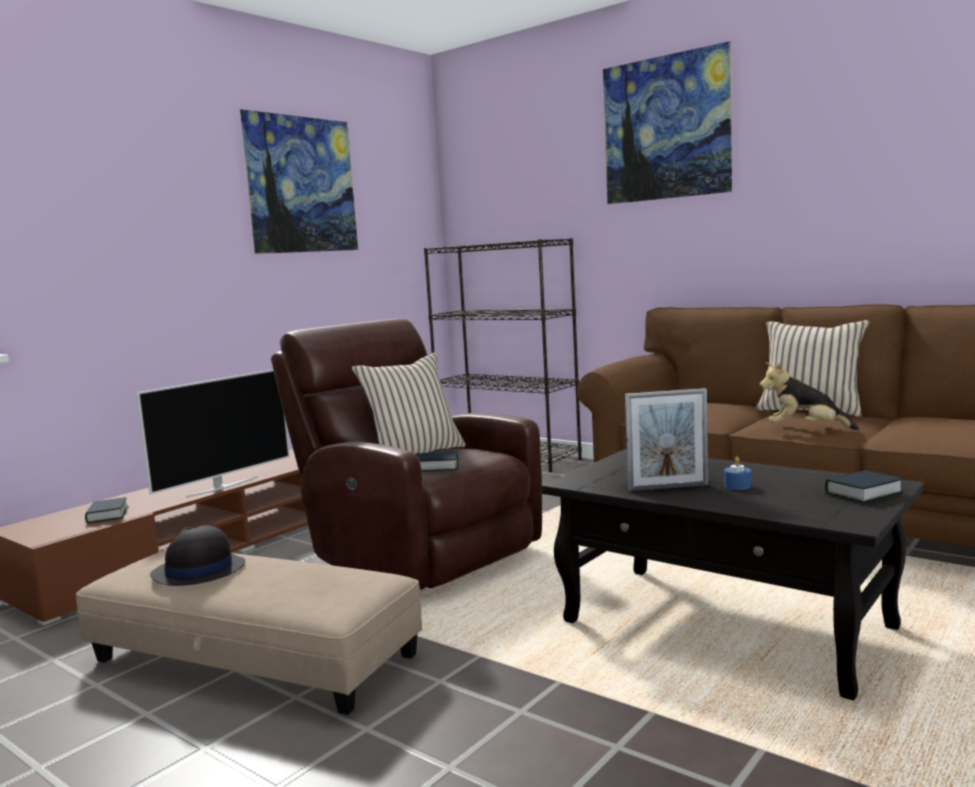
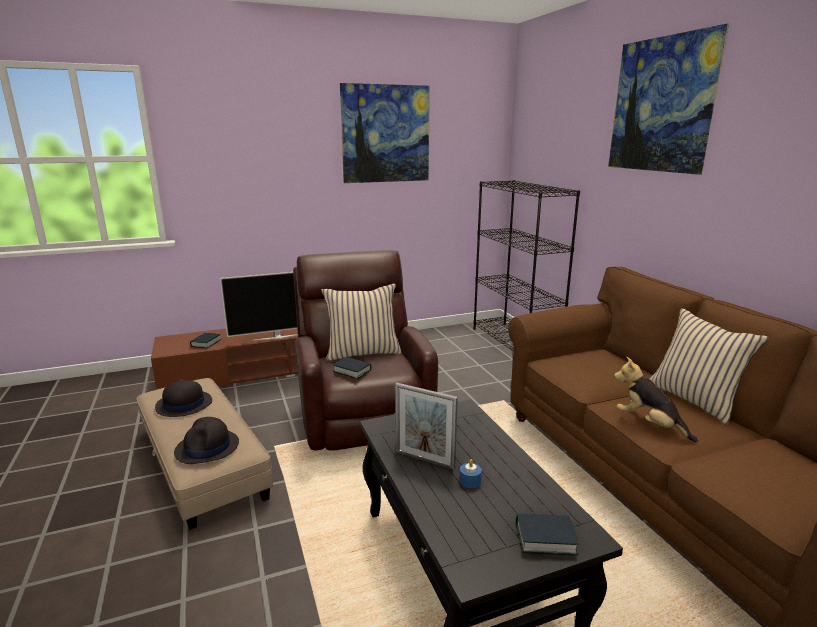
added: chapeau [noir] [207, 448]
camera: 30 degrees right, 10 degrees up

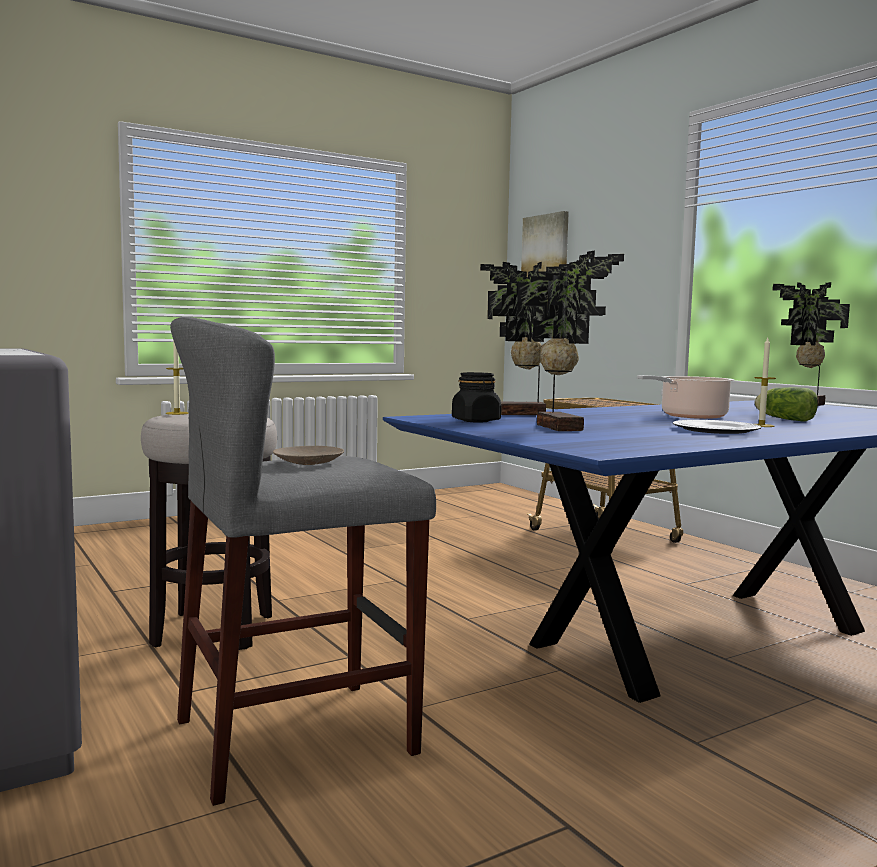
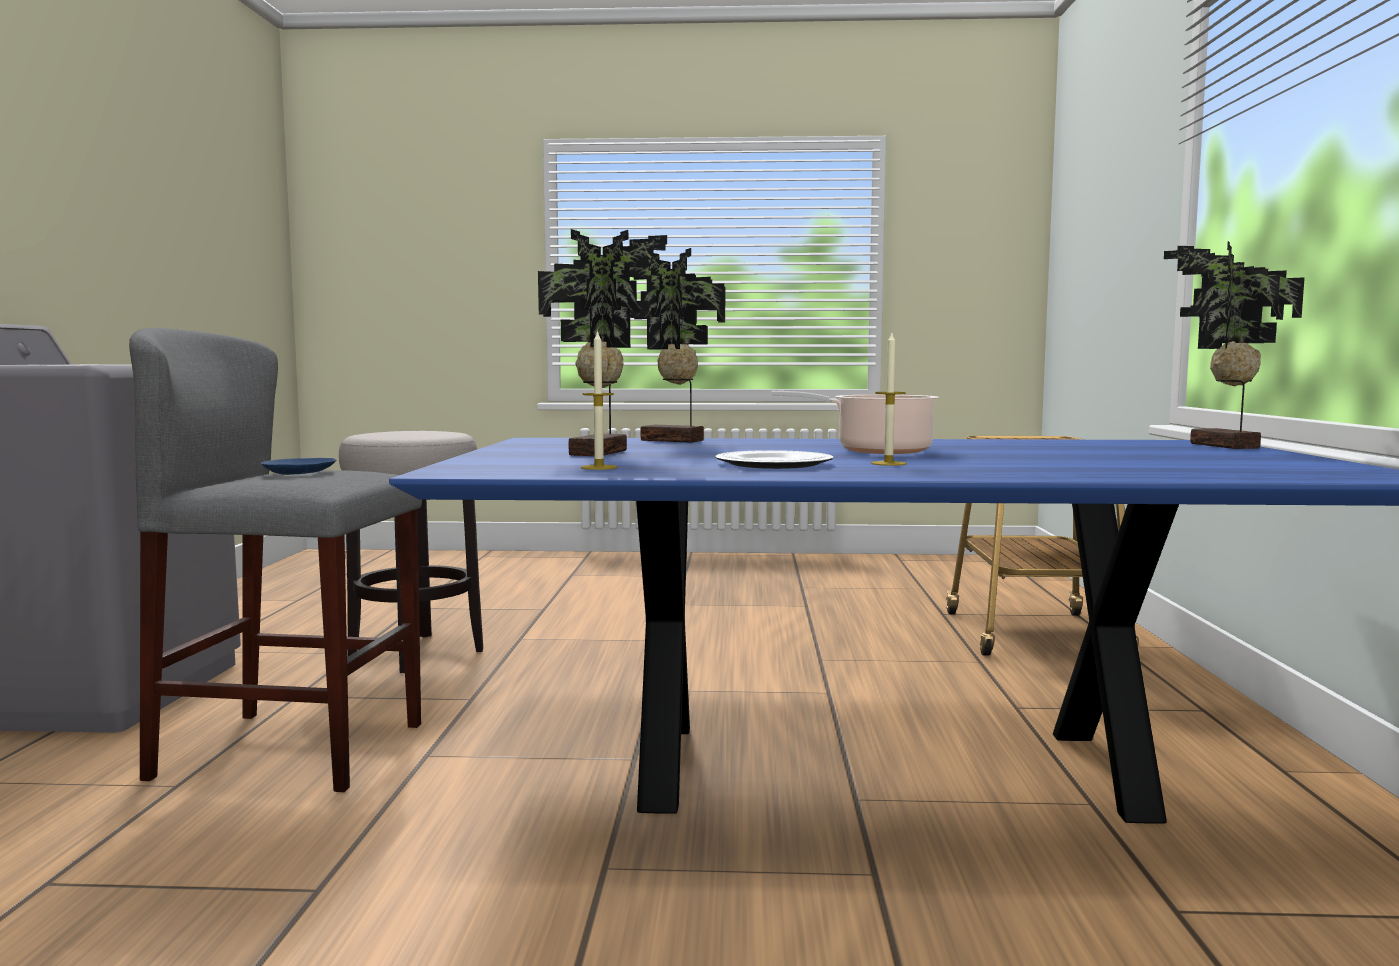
removed: tableau [546, 247]; bocal [noir] [476, 421]; laitue [783, 419]
moved: bougie [177, 413] to [599, 467]
recoloured: assiette [beige] [309, 462] to assiette [bleu] [299, 473]
camera: 35 degrees right, 0 degrees up

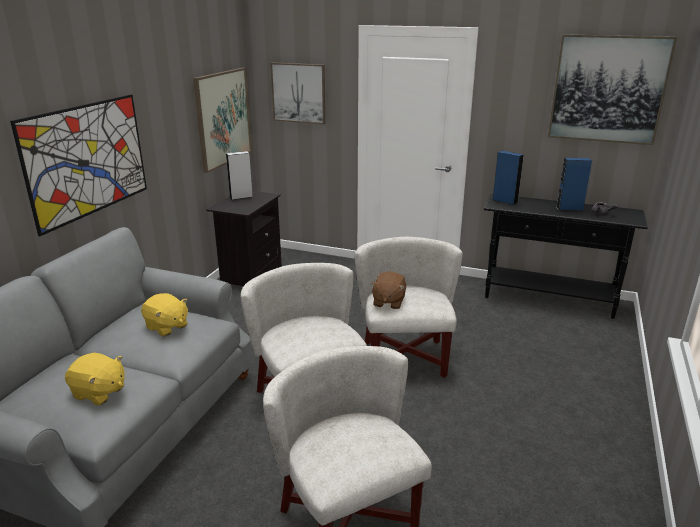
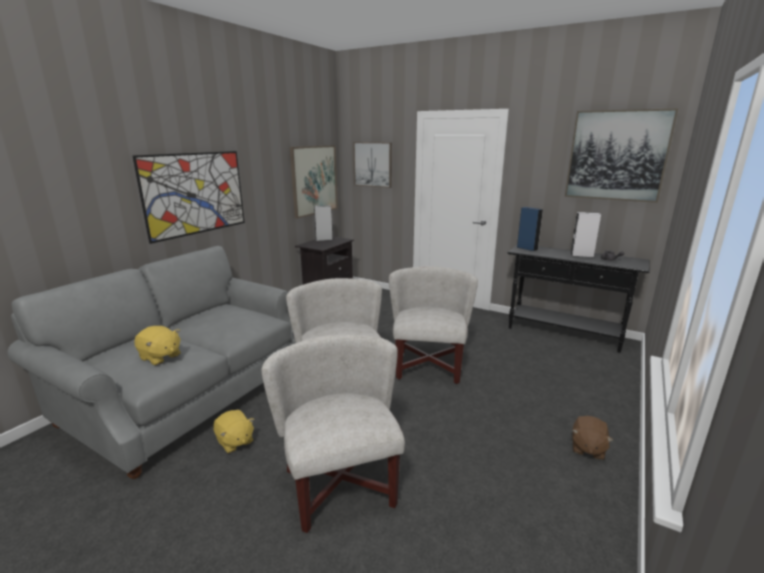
moved: peluche [marron] [388, 302] to [587, 448]; peluche [jaune] [167, 327] to [235, 441]
recoloured: enceinte [bleu] [569, 208] to enceinte [blanc] [581, 255]
camera: 10 degrees right, 5 degrees down

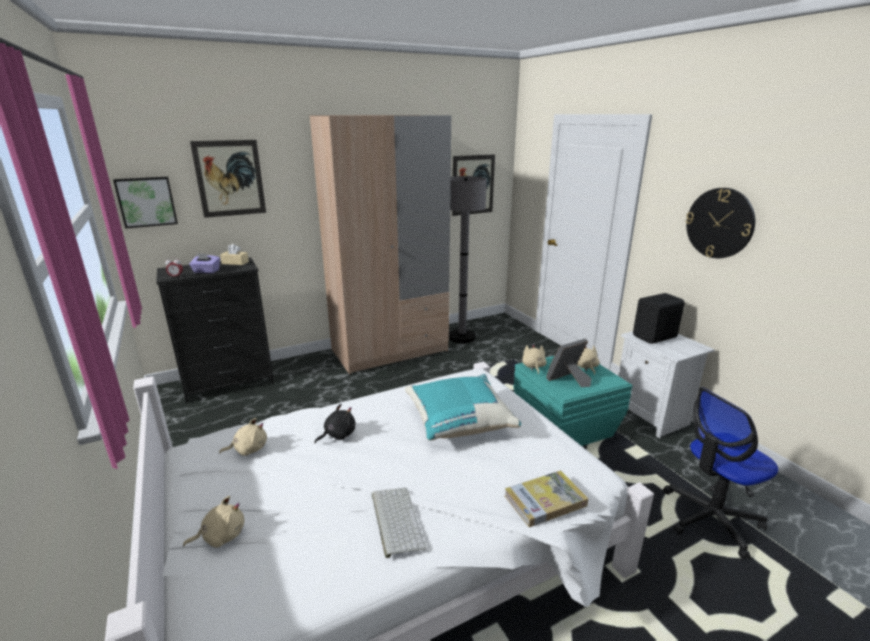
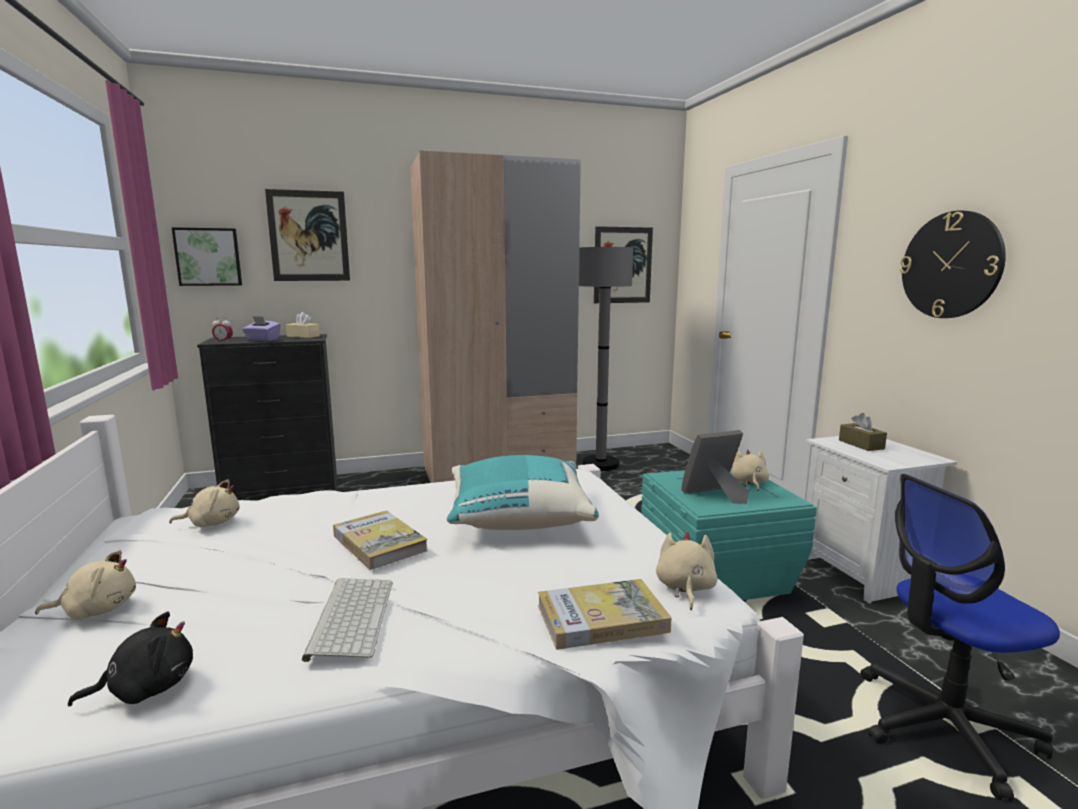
added: livre [379, 543]
moved: peluche [beige] [533, 367] to [685, 588]; peluche [noir] [338, 435] to [146, 688]
replaced: enceinte [noir] [655, 337] to boîte à mouchoirs [marron] [861, 444]
camera: 10 degrees right, 10 degrees down

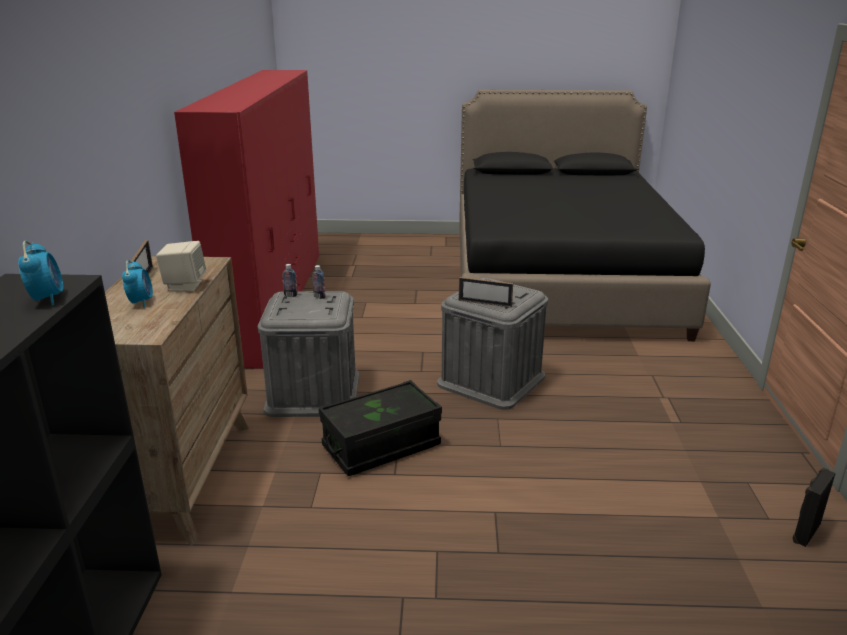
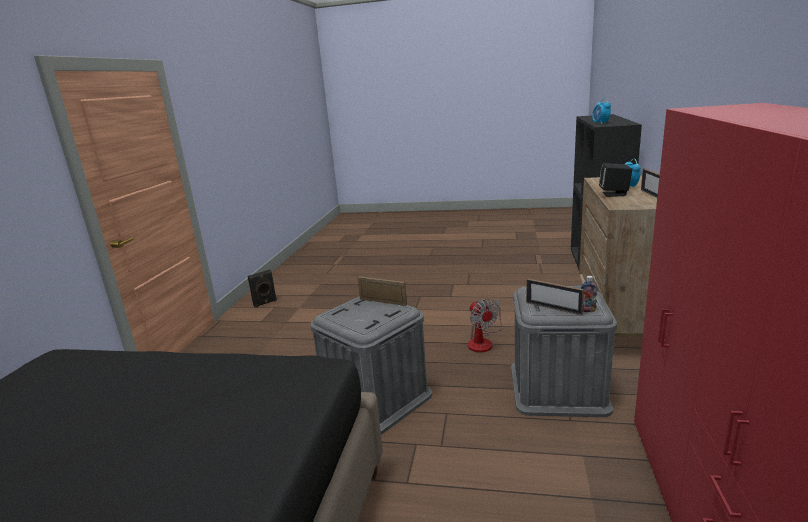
replaced: bouteille [319, 297] to cadre photo [553, 308]; boîte de rangement [noir] [381, 446] to ventilateur [483, 341]
recoloured: enceinte [beige] [185, 286] to enceinte [noir] [614, 194]
camera: 170 degrees left, 5 degrees down

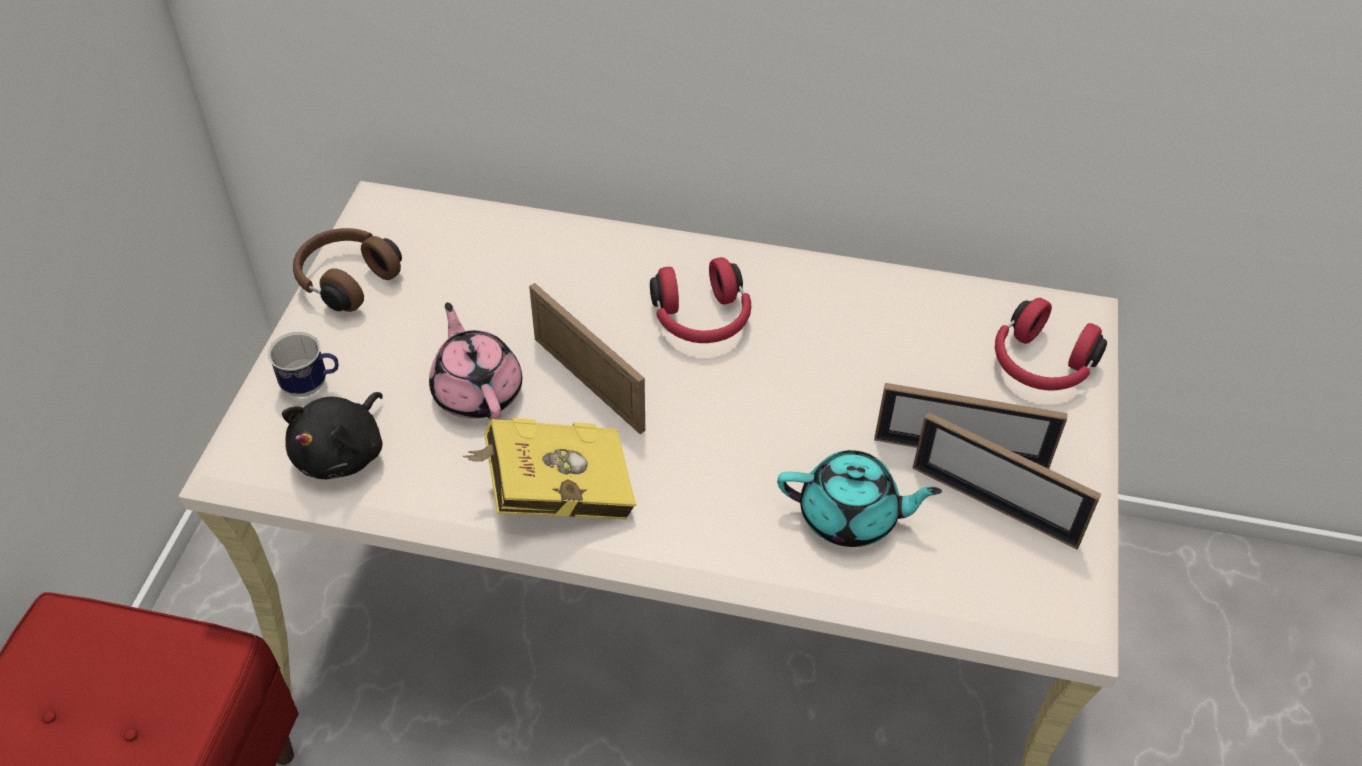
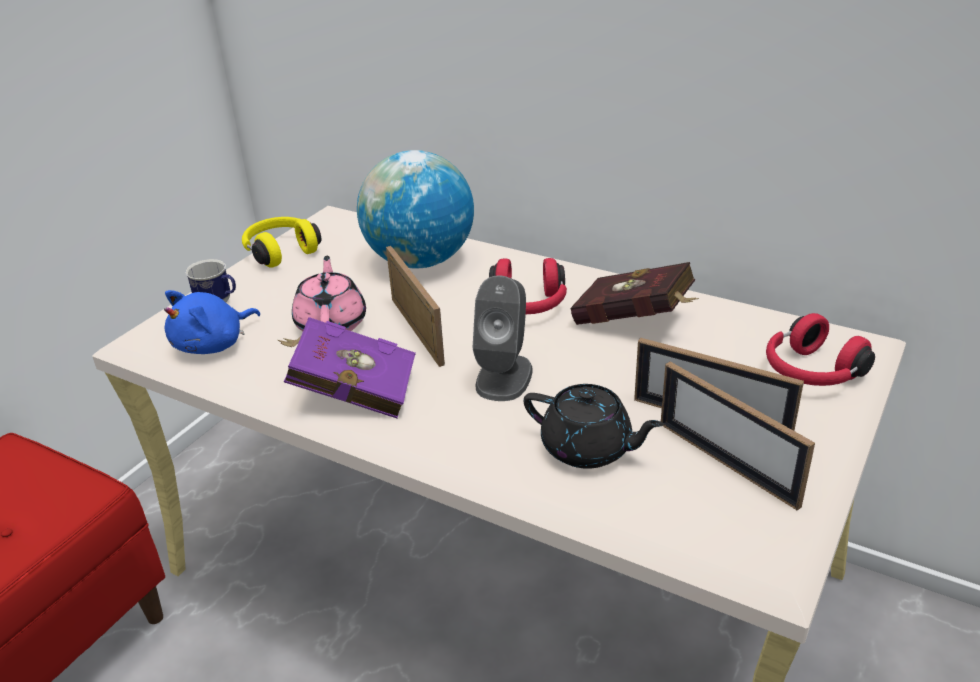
added: globe [420, 261]; livre [rouge] [635, 322]; enceinte [gris] [504, 377]
recoloured: casque audio [marron] [346, 280] to casque audio [jaune] [281, 251]; peluche [noir] [343, 453] to peluche [bleu] [213, 344]; livre [jaune] [554, 493] to livre [violet] [350, 392]; théière [turquoise] [850, 516] to théière [noir] [588, 448]
camera: 20 degrees right, 15 degrees down

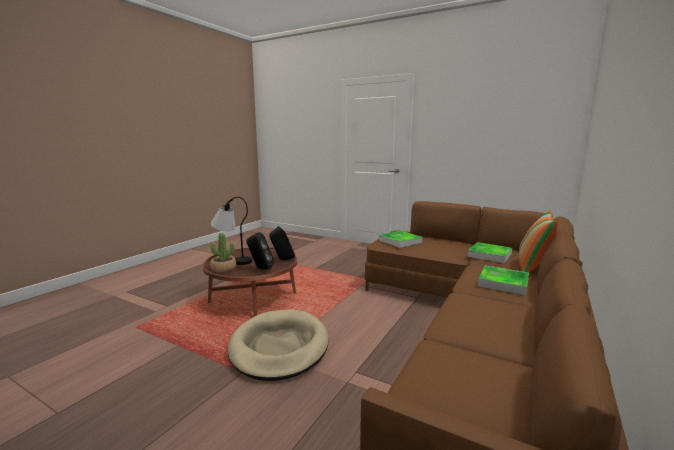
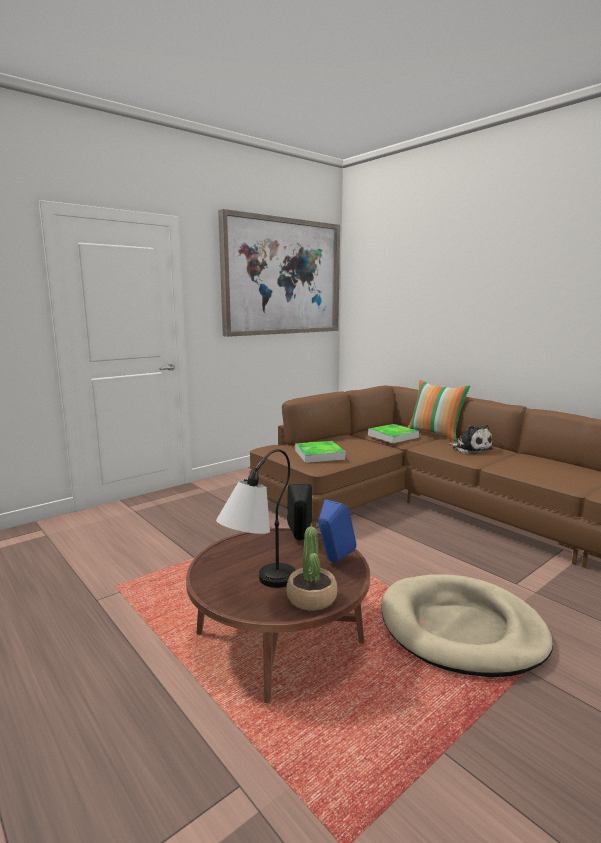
added: tableau [282, 277]
replaced: plateau [503, 283] to peluche [470, 449]
recoloured: enceinte [noir] [260, 268] to enceinte [bleu] [334, 562]
camera: 70 degrees left, 0 degrees up

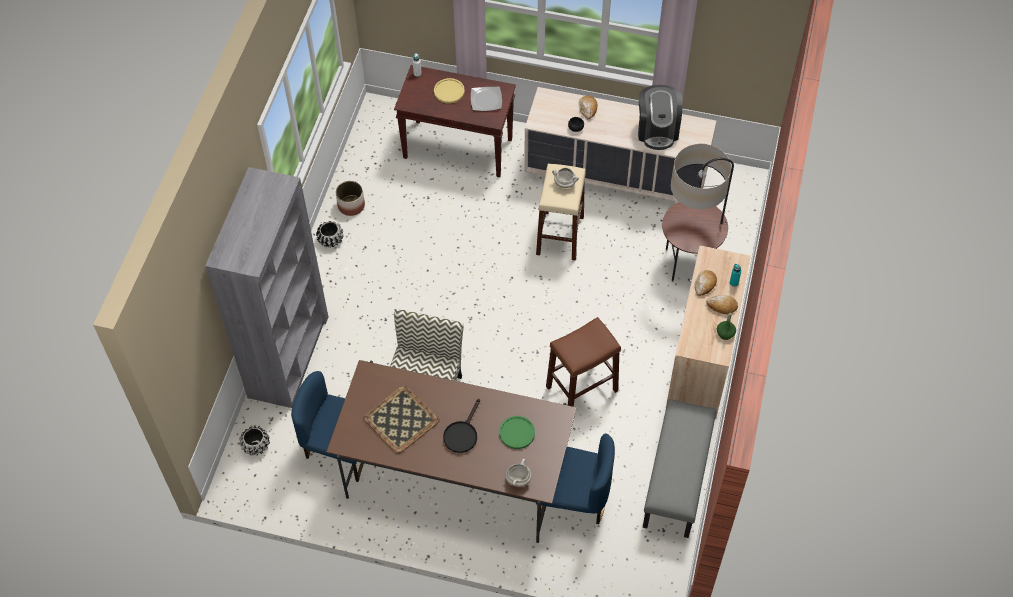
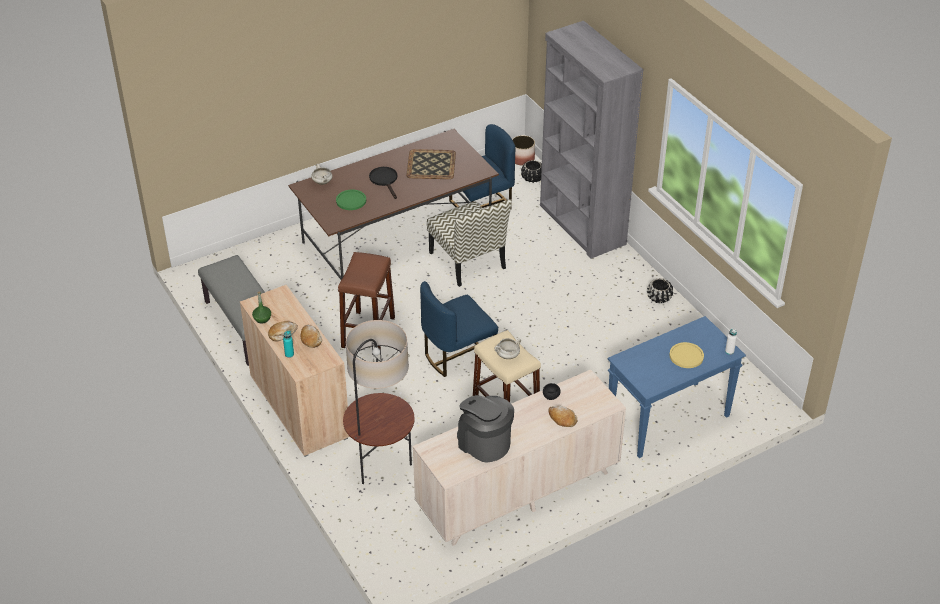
removed: assiette [486, 100]
moved: cache-pot [351, 205] to [522, 159]; chaise [bleu] [573, 500] to [457, 355]
recoloured: table console [marron] [459, 148] to table console [bleu] [667, 420]
camera: 135 degrees right, 15 degrees down

